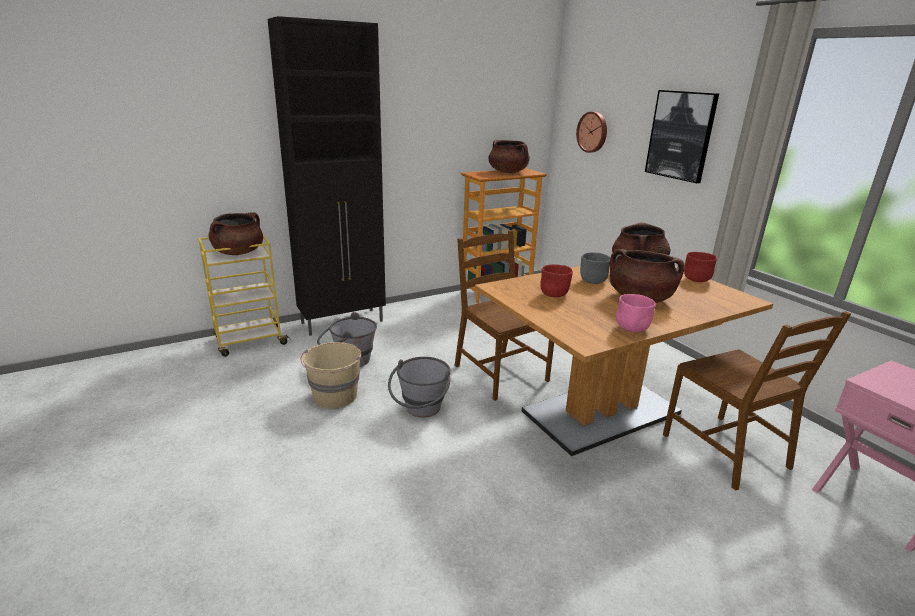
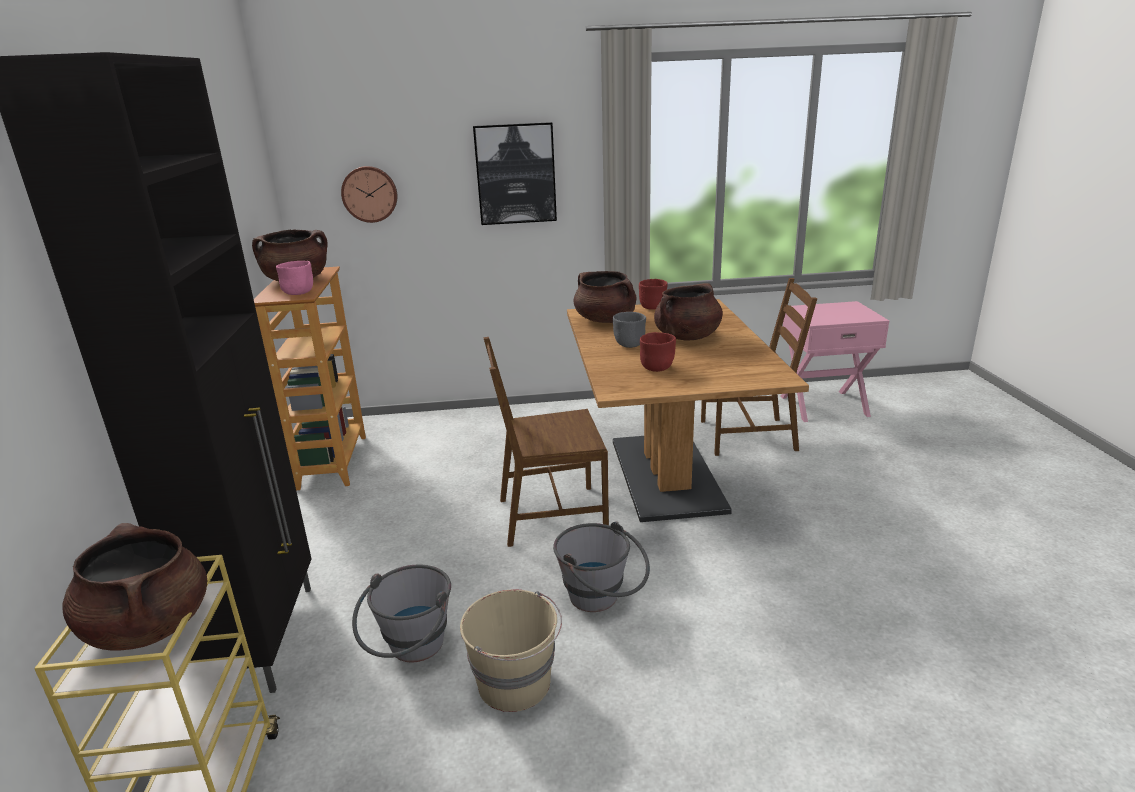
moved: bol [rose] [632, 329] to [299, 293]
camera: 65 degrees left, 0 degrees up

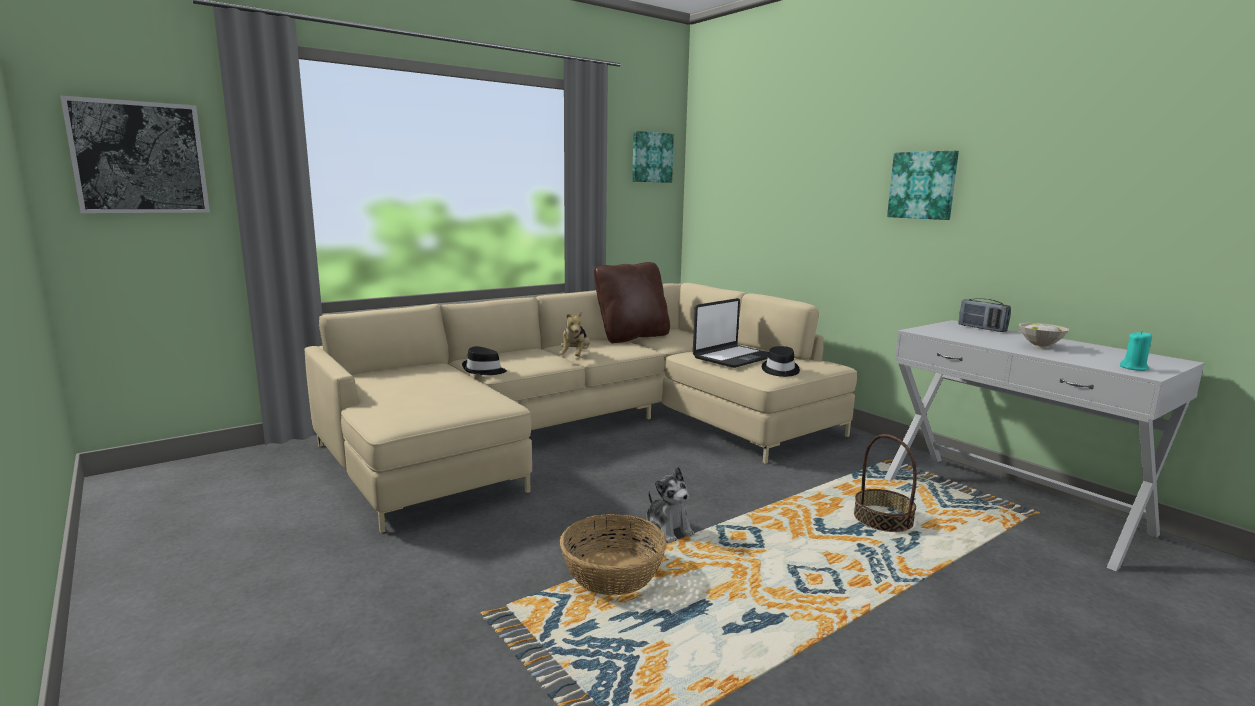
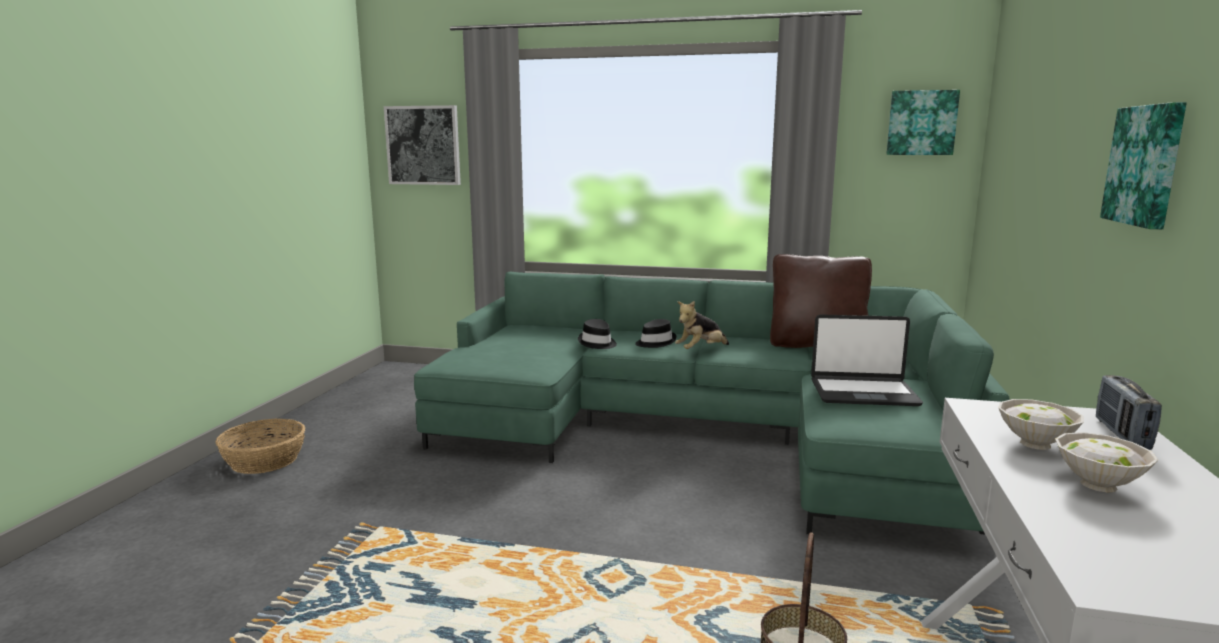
removed: bougie [turquoise] [1134, 368]; peluche [668, 529]
added: bol [blanc] [1033, 443]
moved: chapeau [noir] [780, 370] to [655, 342]; panier [612, 573] to [264, 460]
recoloured: canapé [beige] [590, 429] to canapé [vert] [708, 433]
camera: 50 degrees right, 0 degrees up

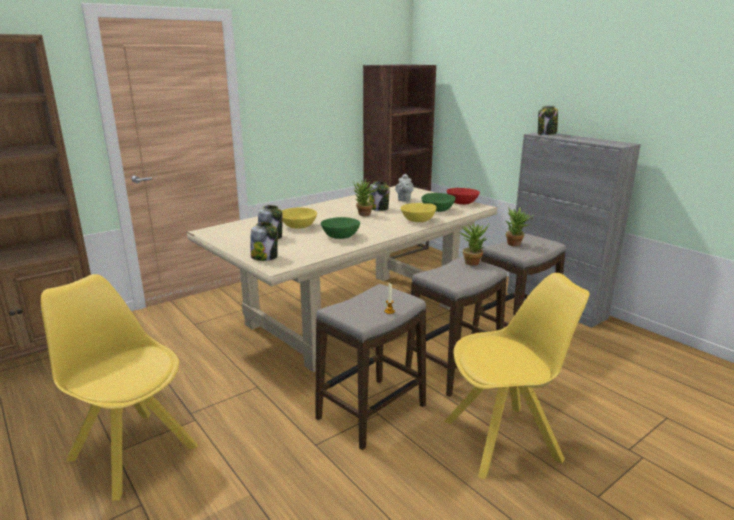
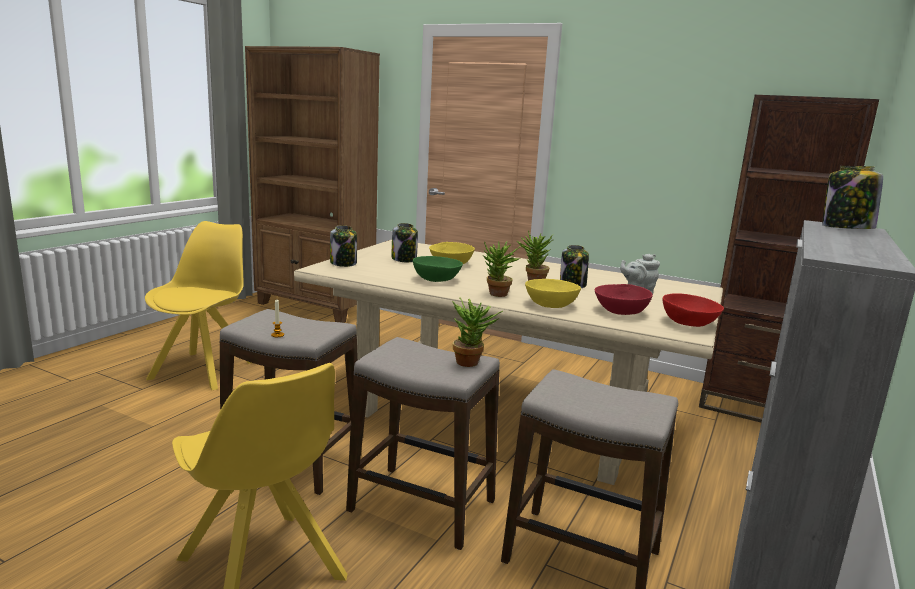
moved: plante en pot [516, 245] to [497, 295]
recoloured: bol [vert] [437, 210] to bol [rouge] [620, 311]
camera: 65 degrees right, 5 degrees down

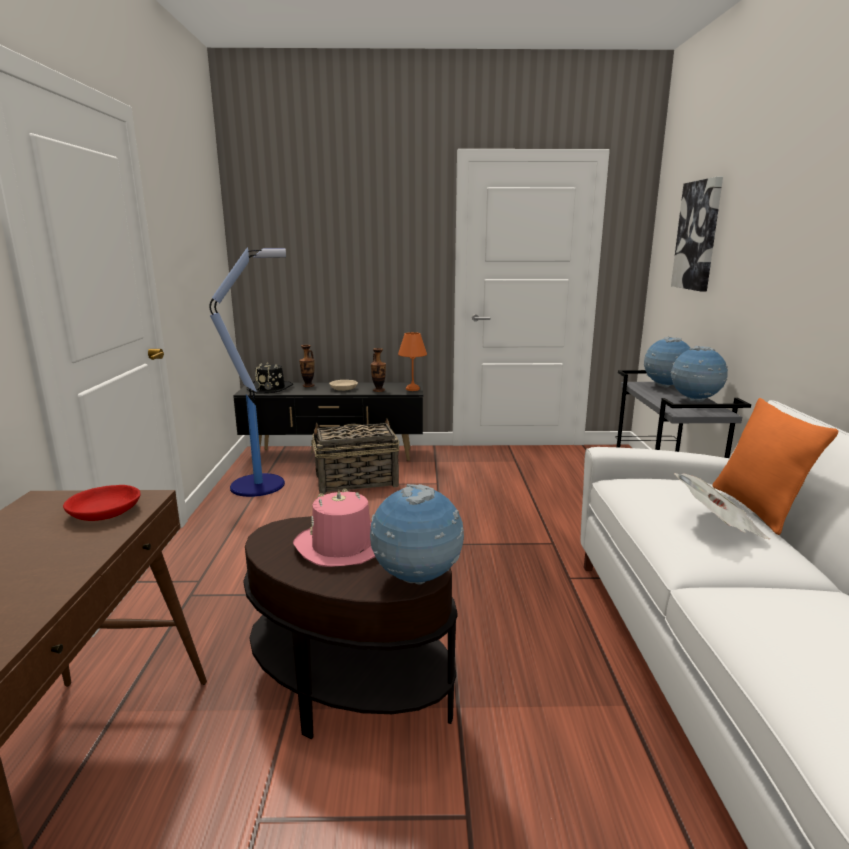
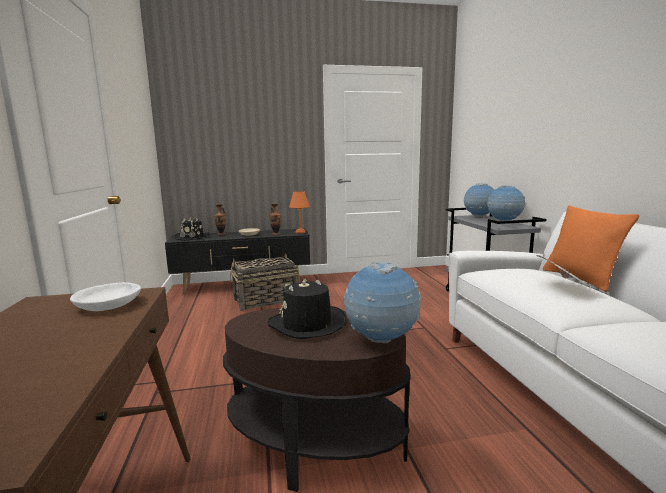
removed: tableau [698, 235]; lampadaire [260, 485]
recoloured: bol [rouge] [106, 512] to bol [blanc] [109, 305]; chapeau [rose] [342, 545] to chapeau [noir] [307, 324]
camera: 10 degrees left, 5 degrees down

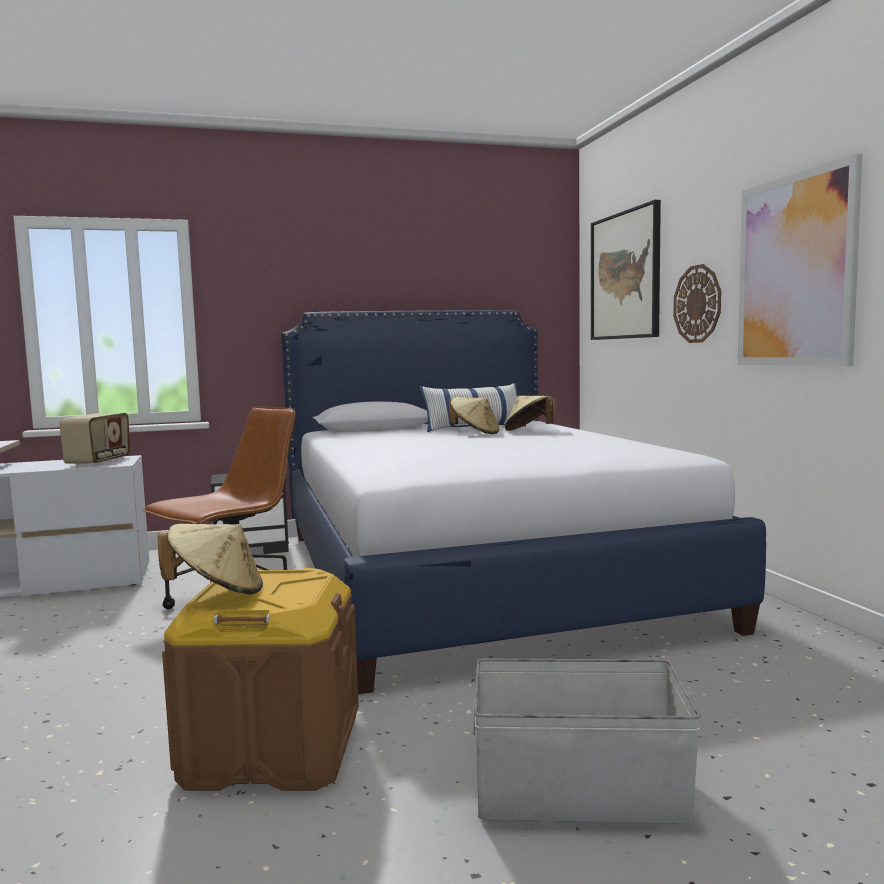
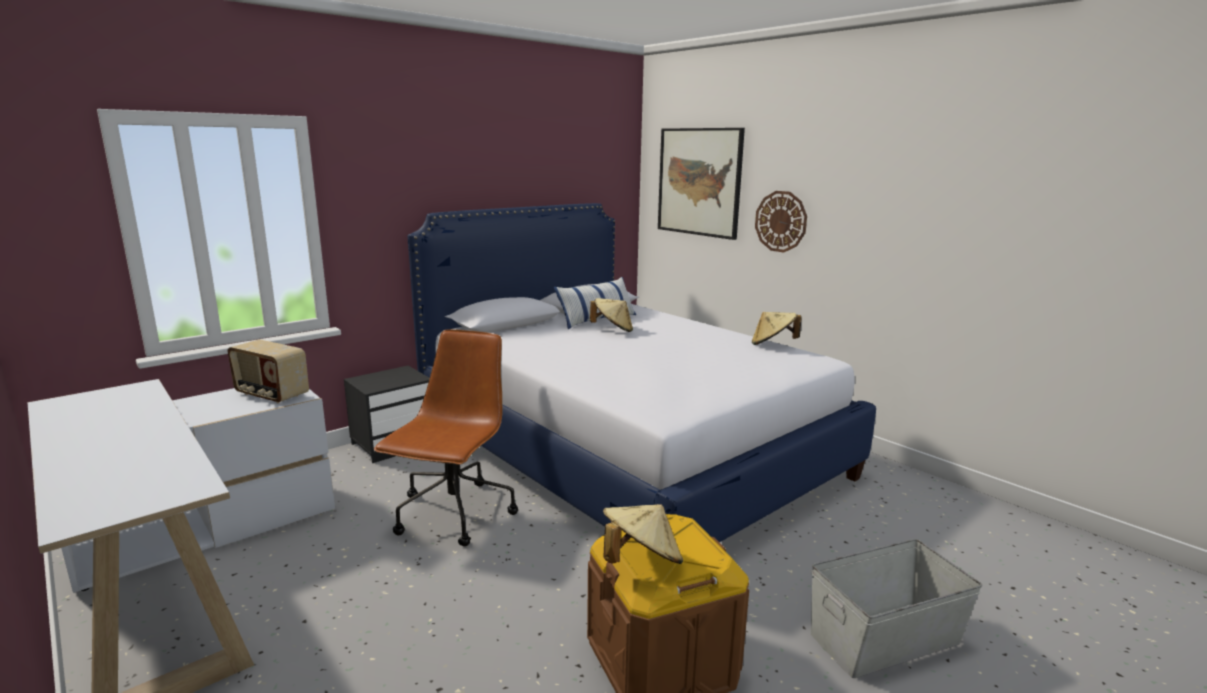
removed: tableau [795, 271]
moved: chapeau [beige] [529, 431] to [773, 344]
turned: radio [99, 462] = [271, 395] 135 degrees clockwise
camera: 25 degrees left, 10 degrees up

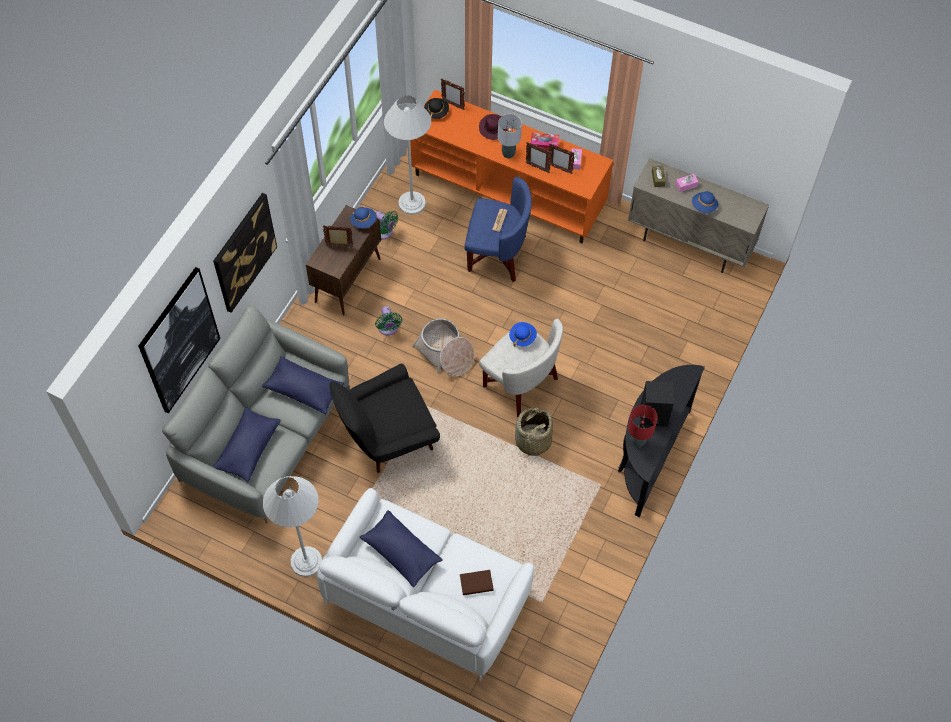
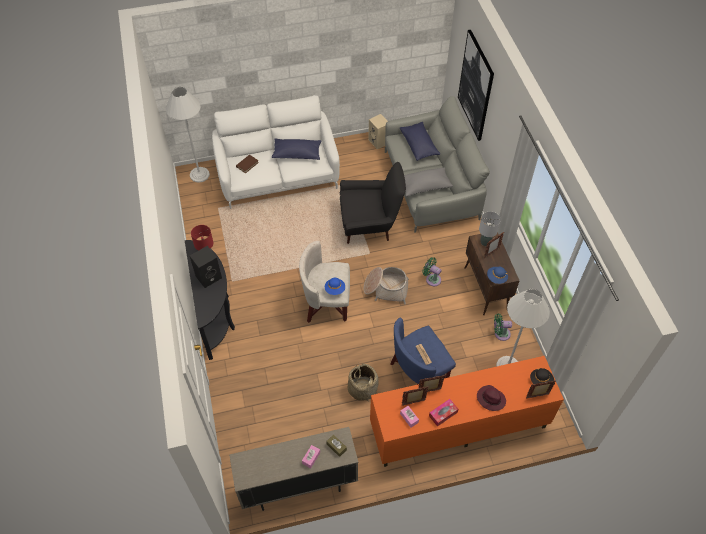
removed: chapeau [bleu] [704, 206]; tableau [244, 252]
added: enceinte [beige] [379, 142]
moved: lampe de table [gris] [508, 154] to [485, 242]; panier [532, 441] to [362, 388]; lampadaire [blanc] [306, 561] to [199, 174]
recoloured: coussin [bleu] [304, 390] to coussin [gris] [424, 186]
turned: fauteuil [noir] [387, 438] = [369, 225] 60 degrees clockwise
camera: 140 degrees right, 5 degrees down

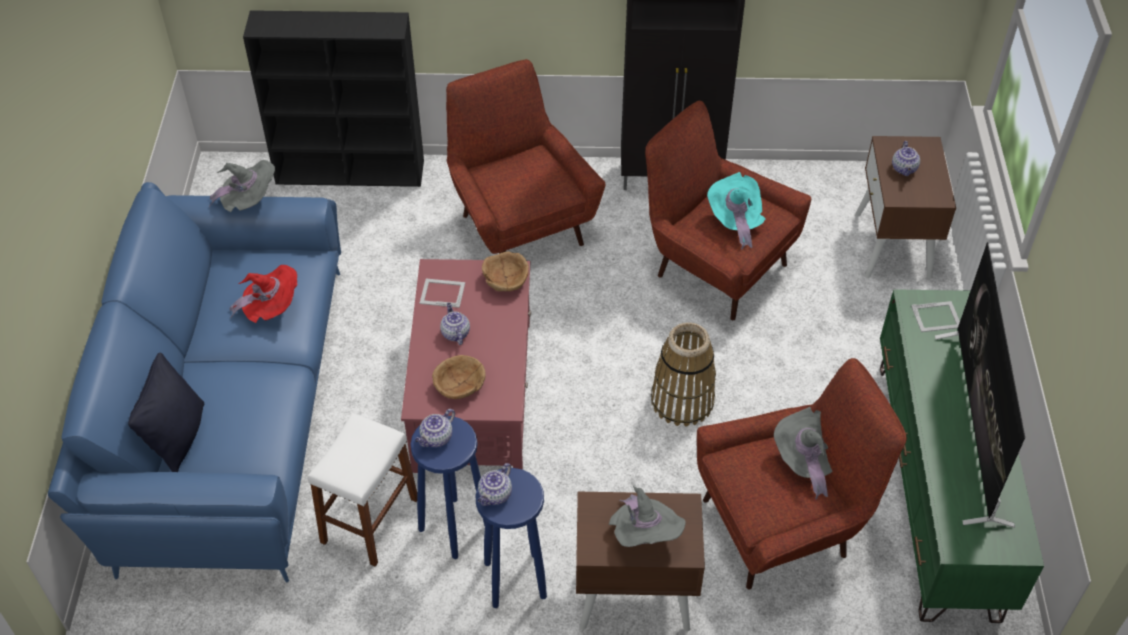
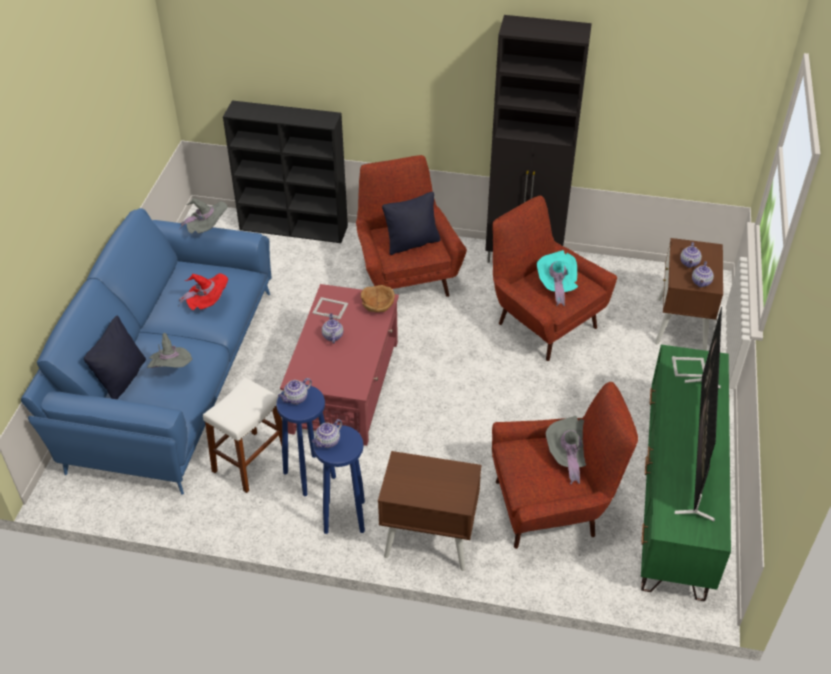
removed: panier [682, 401]; bol [marron] [459, 386]
added: coussin [noir] [412, 243]; théière [701, 282]
moved: chapeau [gris] [644, 535] to [172, 370]
camera: 10 degrees right, 5 degrees down

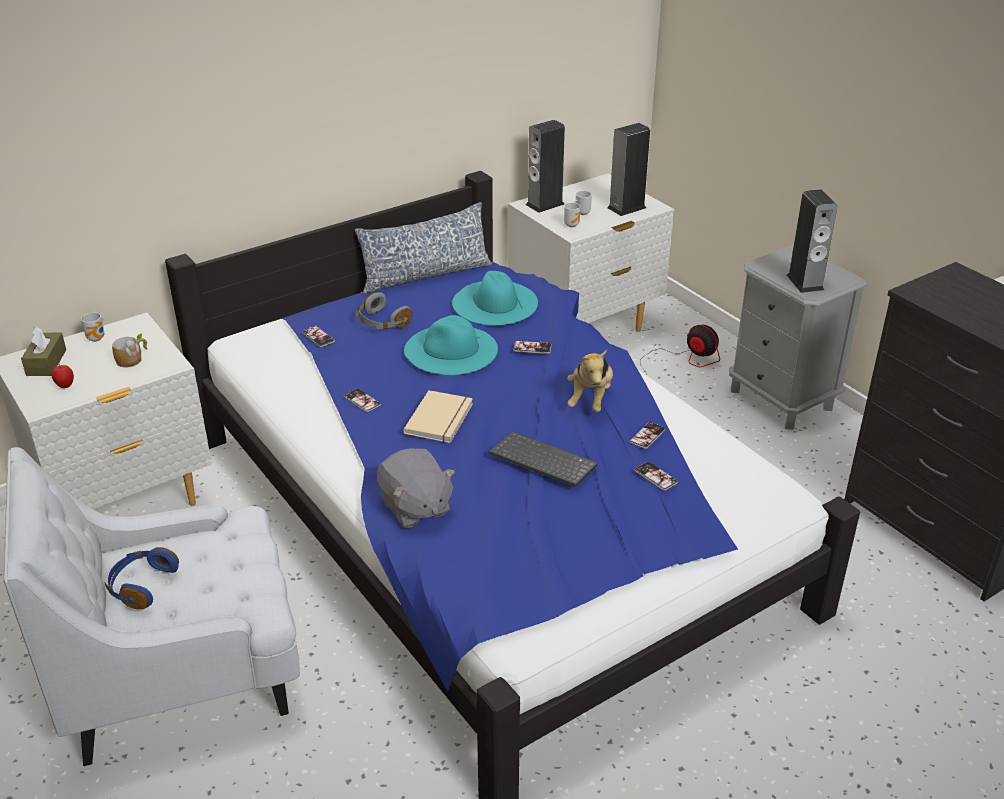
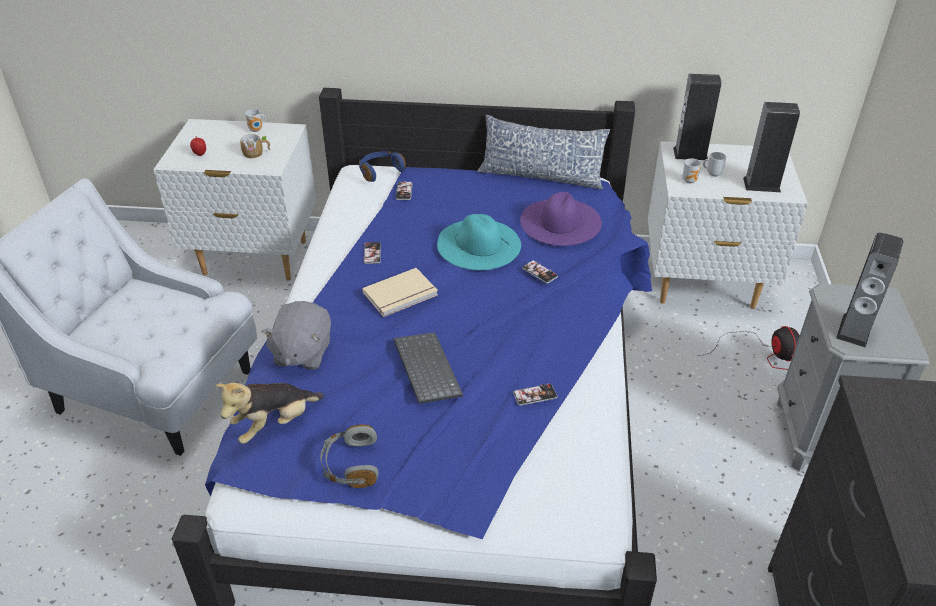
removed: boîte à mouchoirs [marron] [46, 362]; téléphone [655, 476]
moved: casque audio [gris] [381, 322] to [350, 465]; peluche [590, 399] to [274, 424]; casque audio [bleu] [141, 585] to [380, 171]
recoloured: chapeau [turquoise] [495, 302] to chapeau [violet] [560, 221]
camera: 40 degrees right, 5 degrees up

